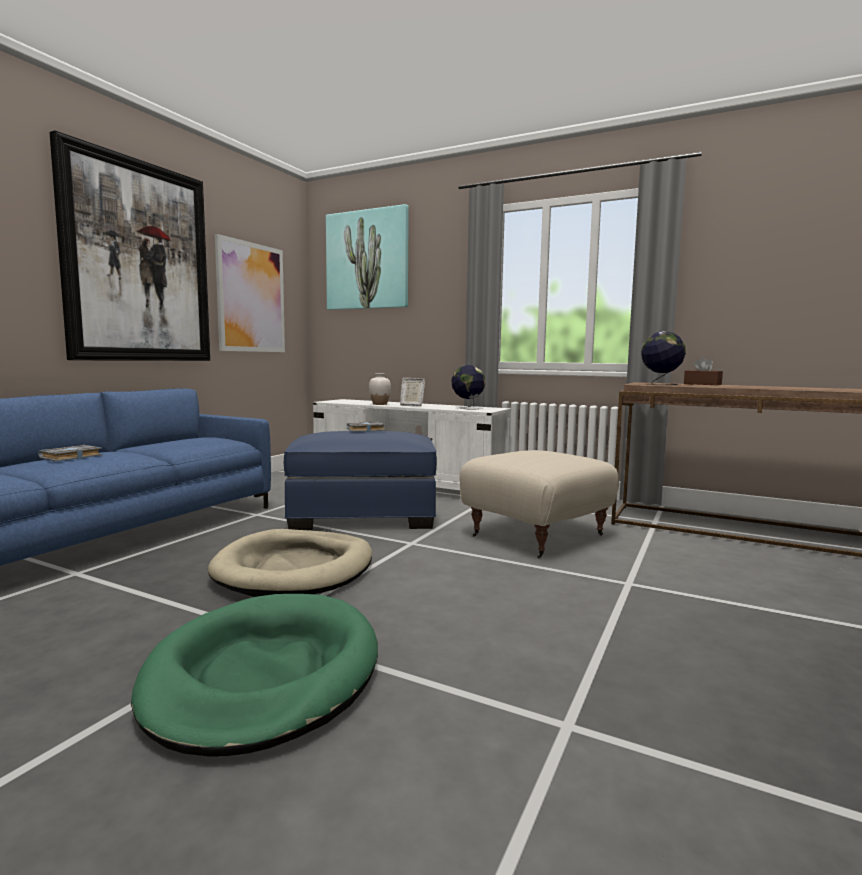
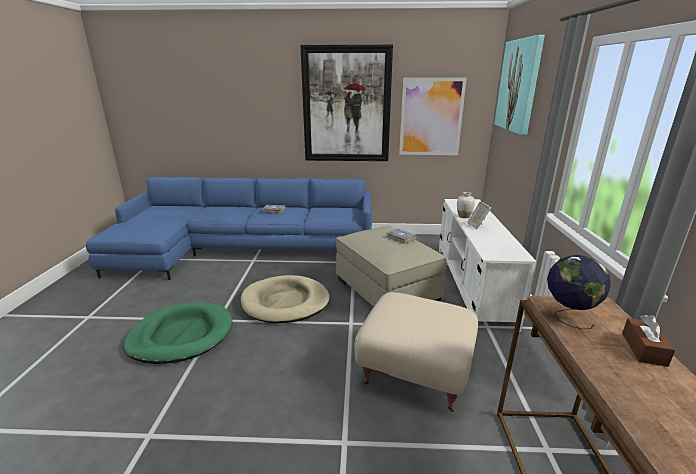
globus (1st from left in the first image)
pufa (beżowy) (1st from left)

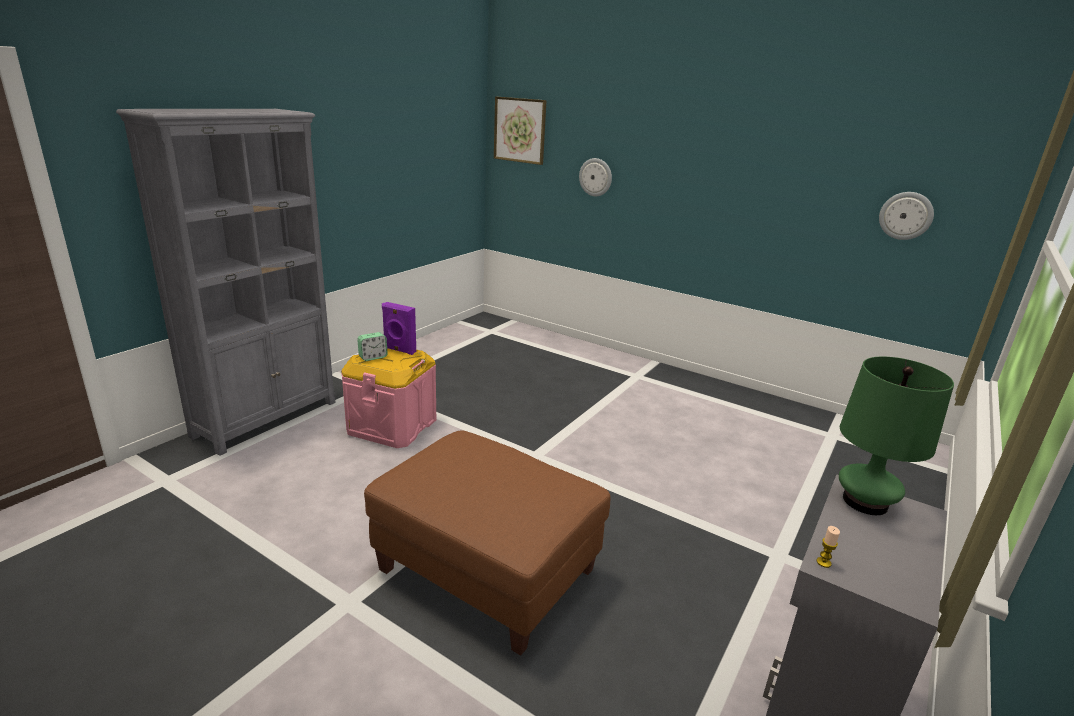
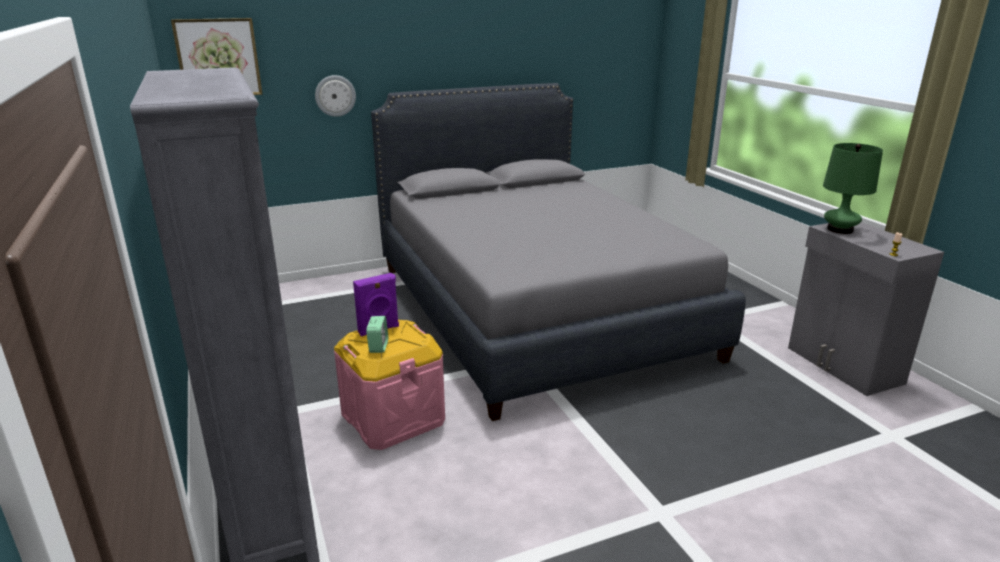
pufa (brązowy)
zegar ścienny (2nd from left in the first image)
łóżko (szary)

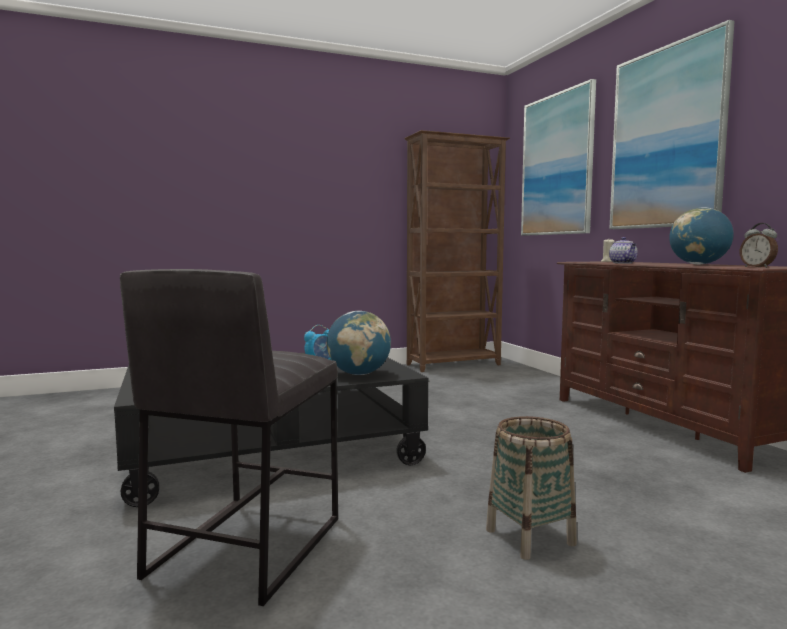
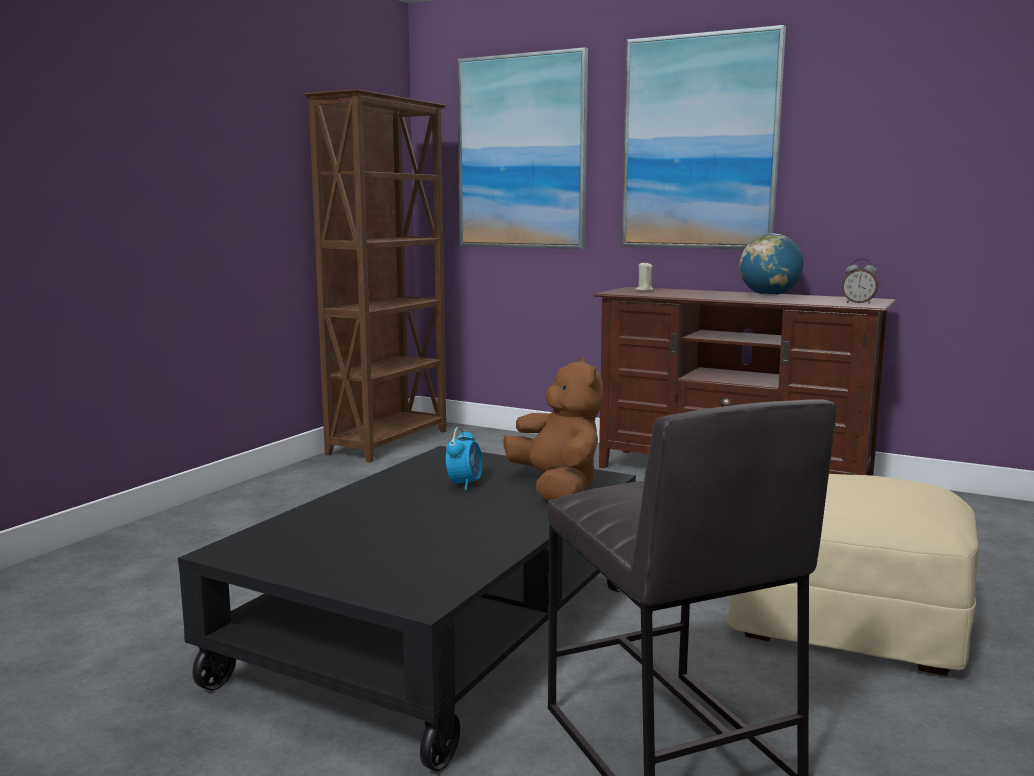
imbryk
pluszak (brązowy)
pufa (beżowy)

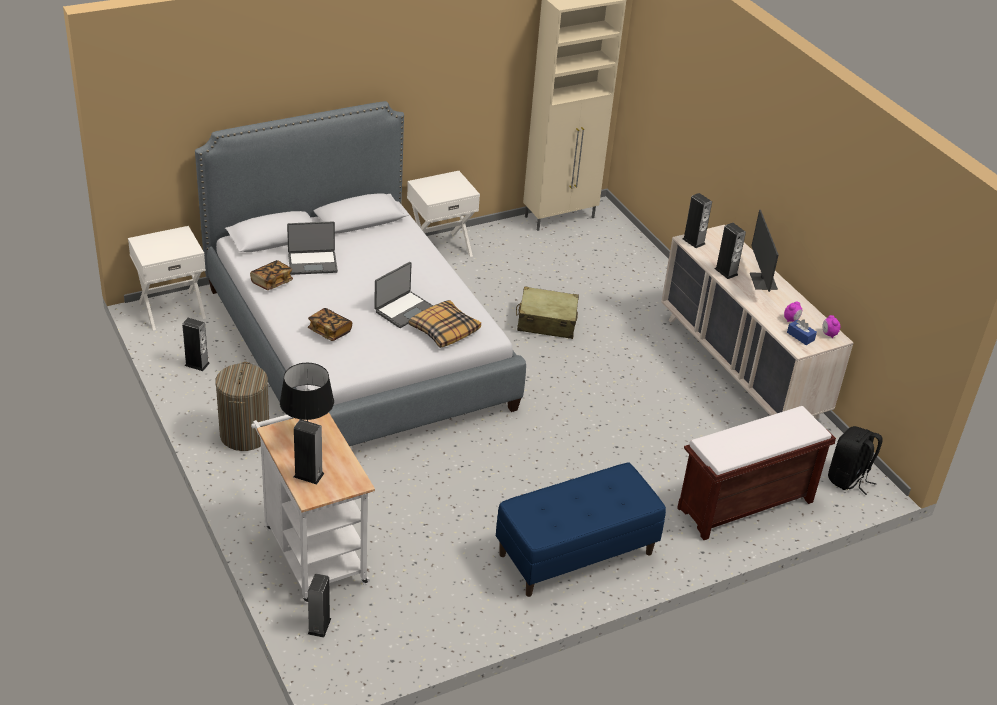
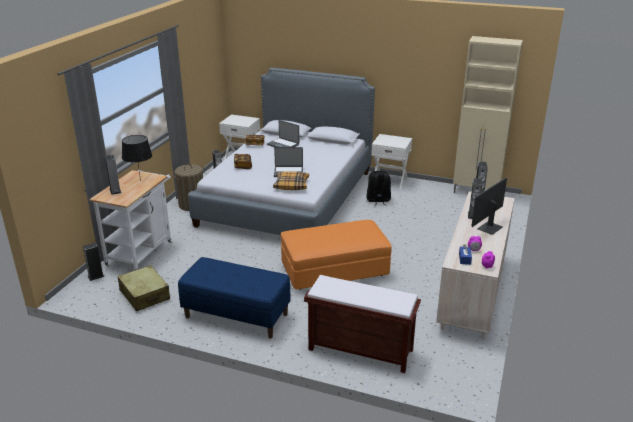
pufa (pomarańczowy)
walizka (beżowy)
plecak (czarny)

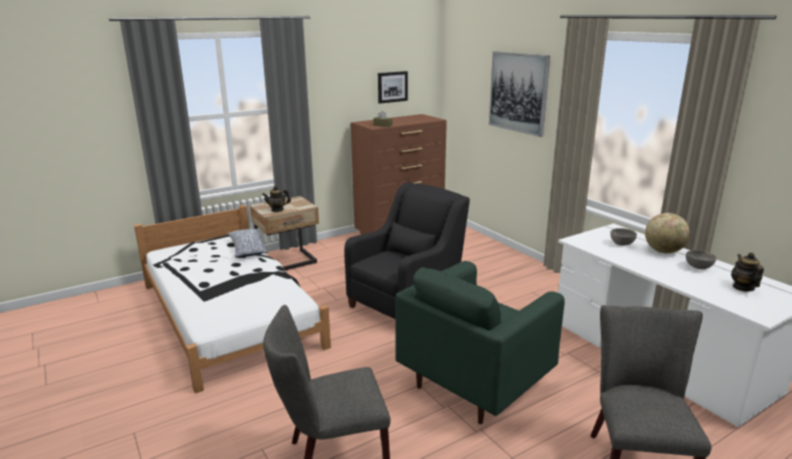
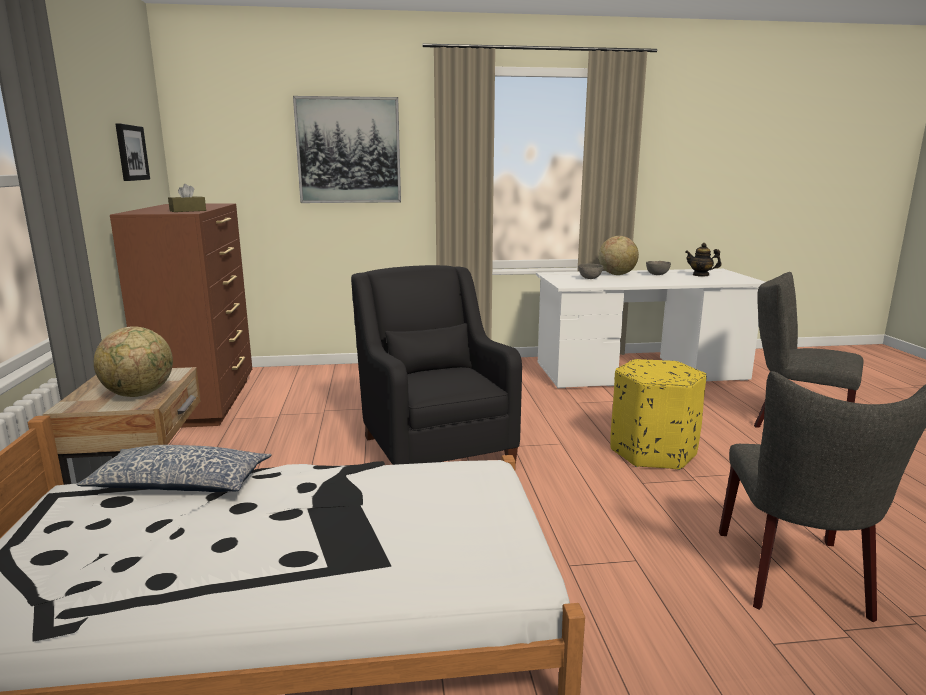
globus (1st from left)
pufa (żółty)

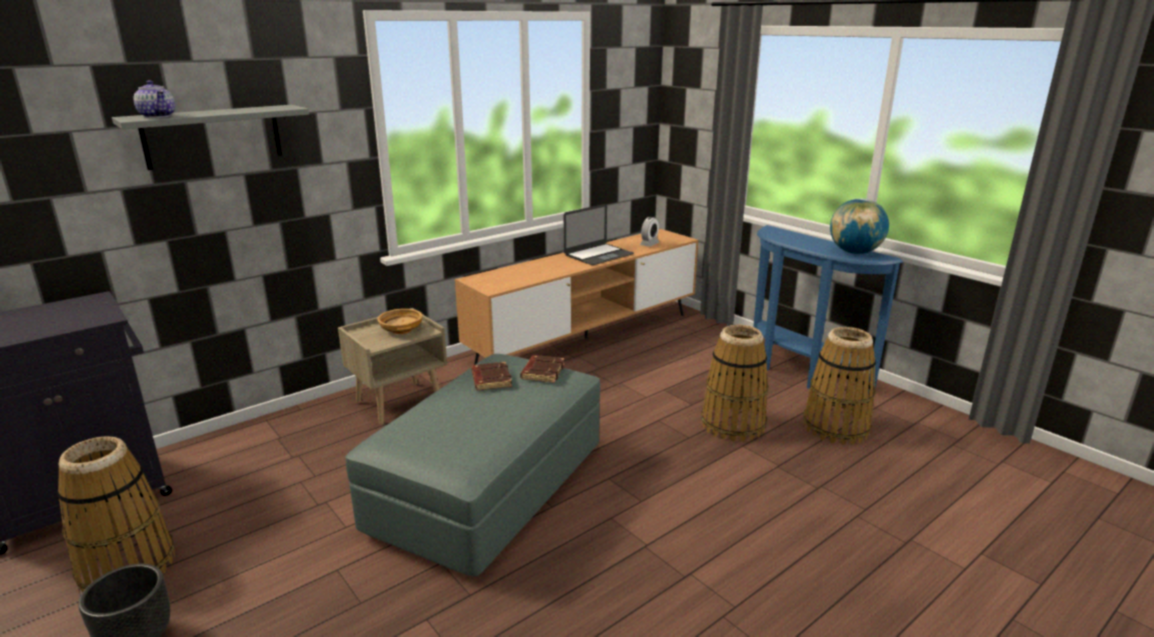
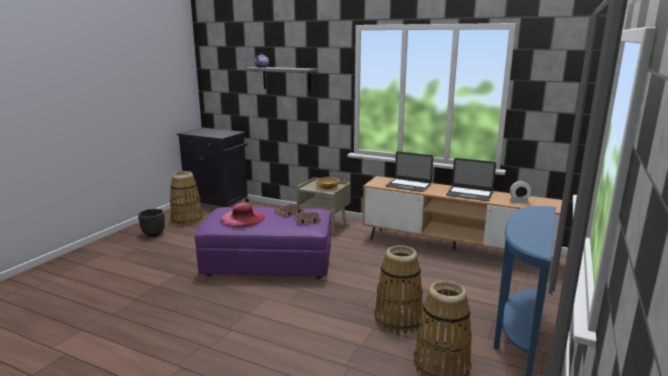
globus
kapelusz (różowy)
laptop (1st from left)
pufa (fioletowy)

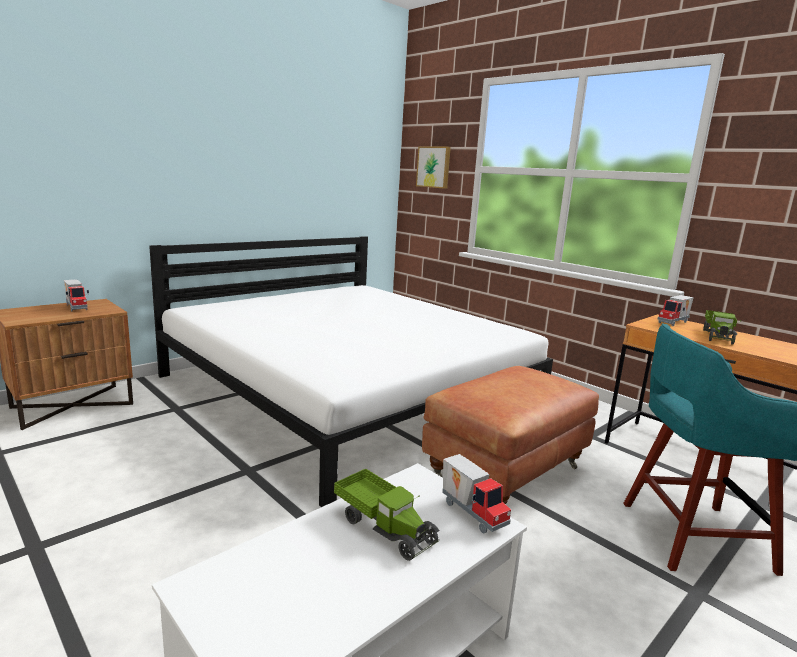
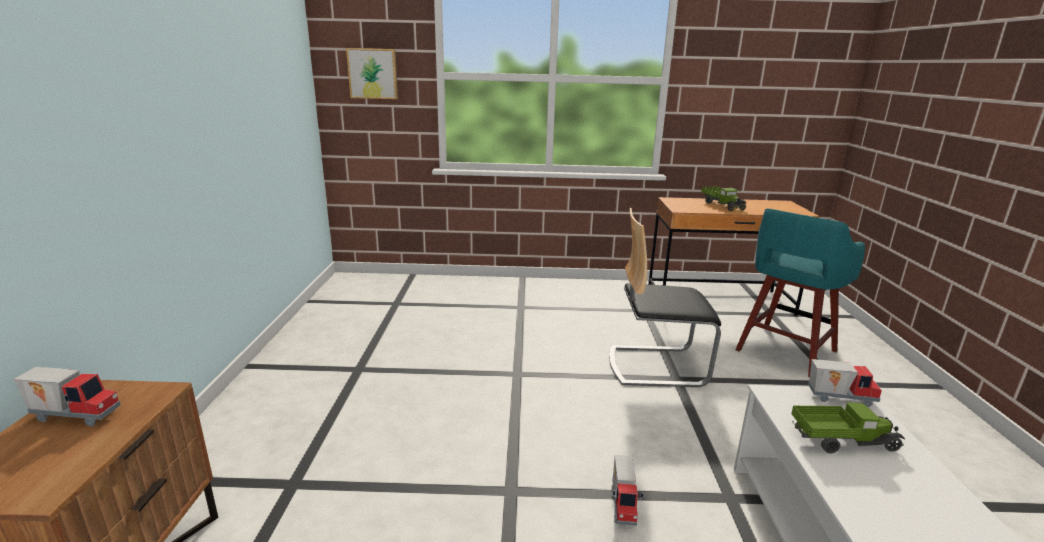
łóżko (biały)
ciężarówka zabawkowa (2nd from left)
krzesło

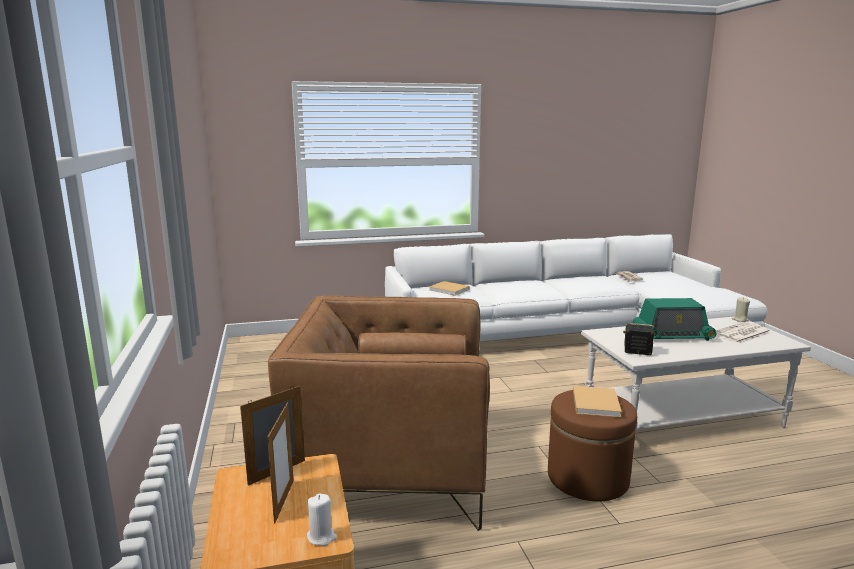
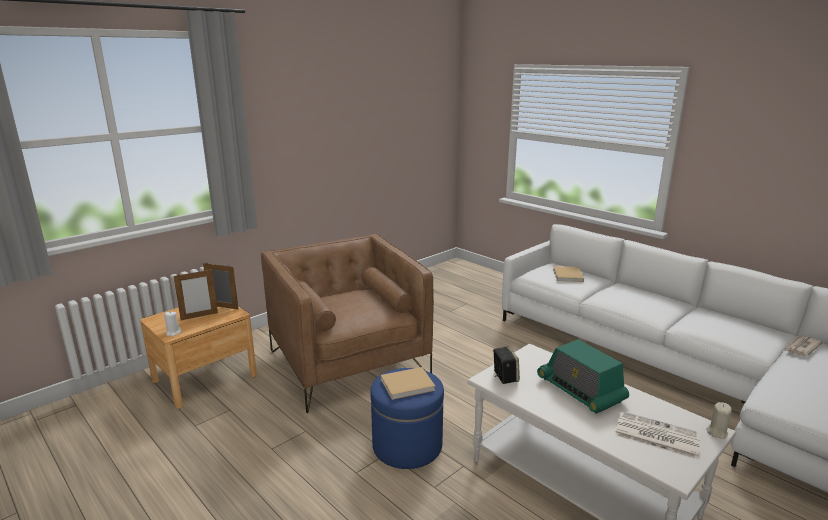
pufa (niebieski)

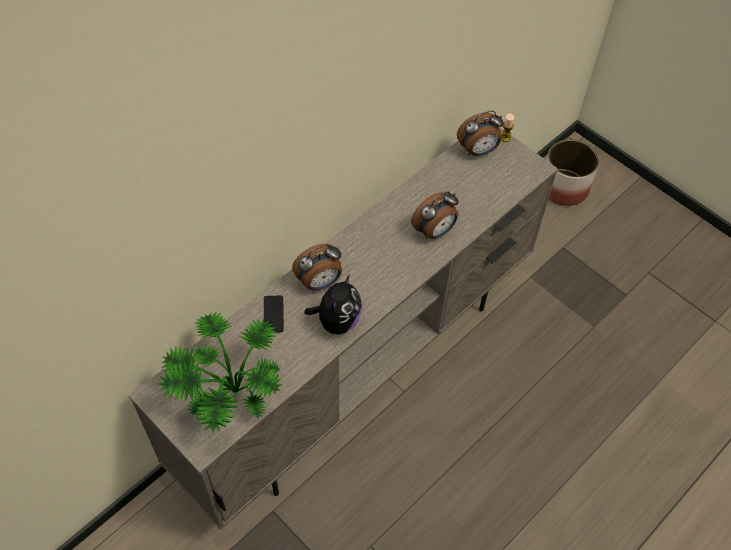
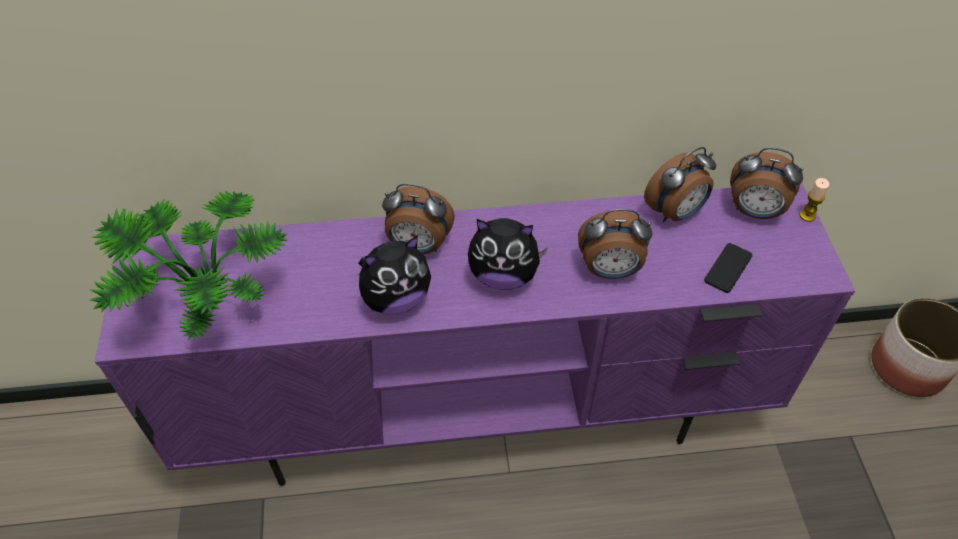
pluszak (2nd from left)
budzik (3rd from left)
telefon
szafka pod telewizor (fioletowy)

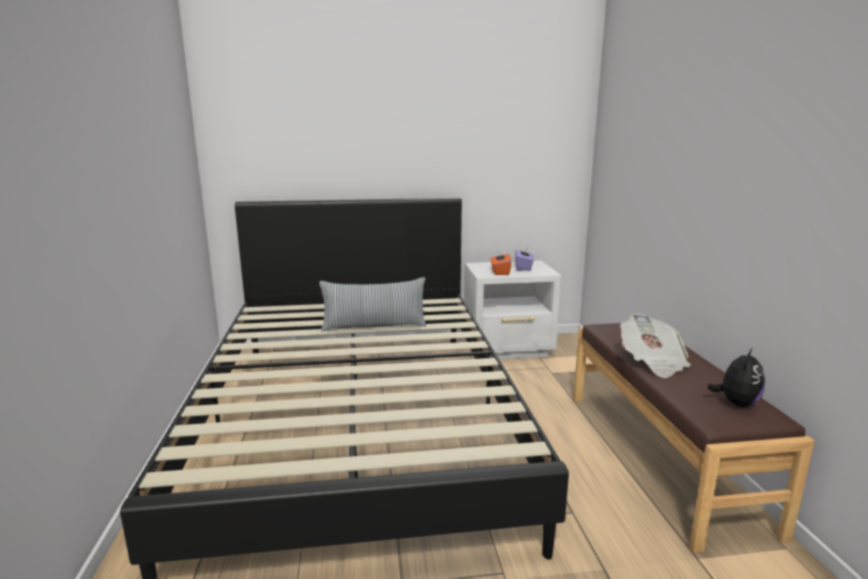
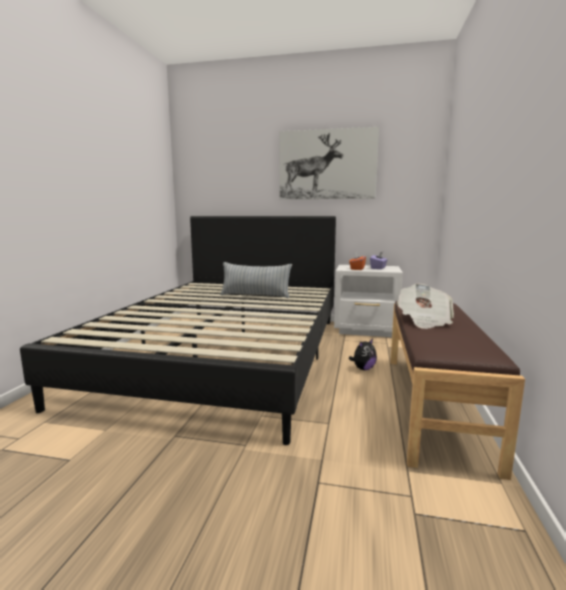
obraz
pluszak

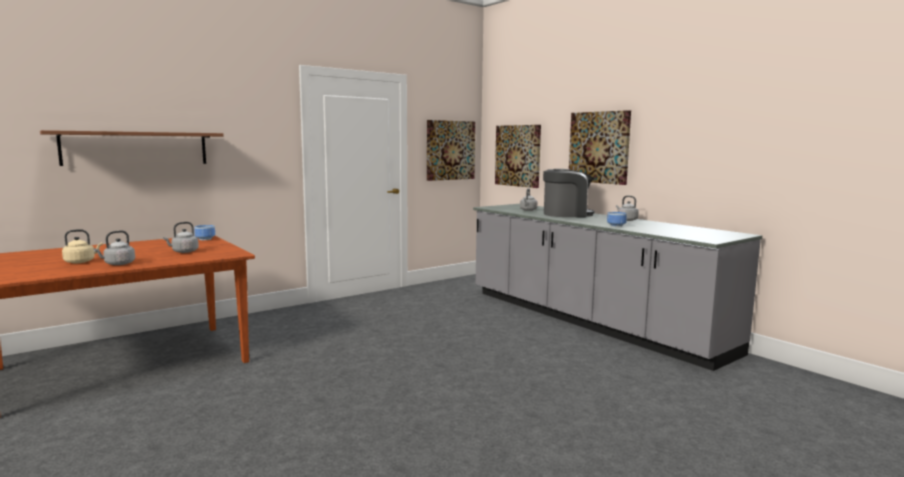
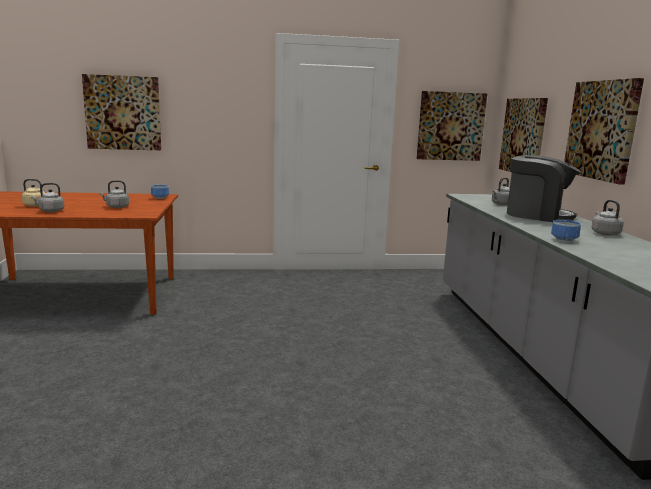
obraz (1st from left)

